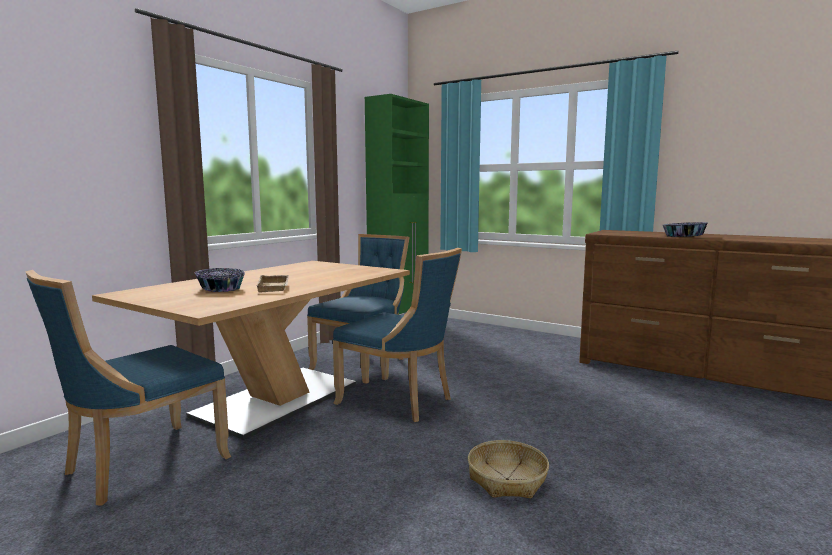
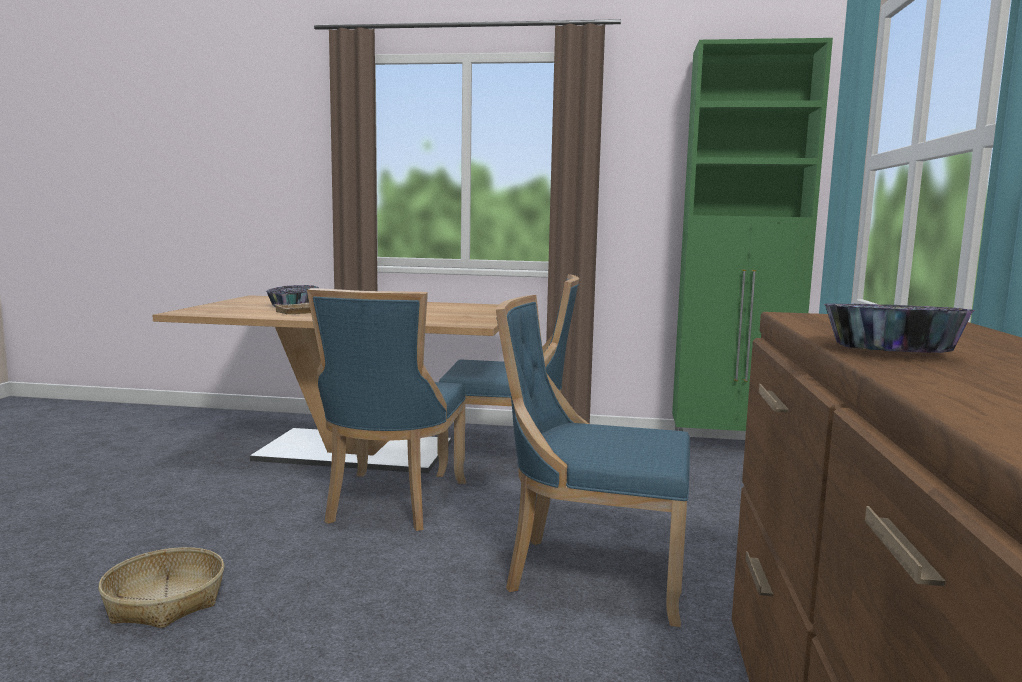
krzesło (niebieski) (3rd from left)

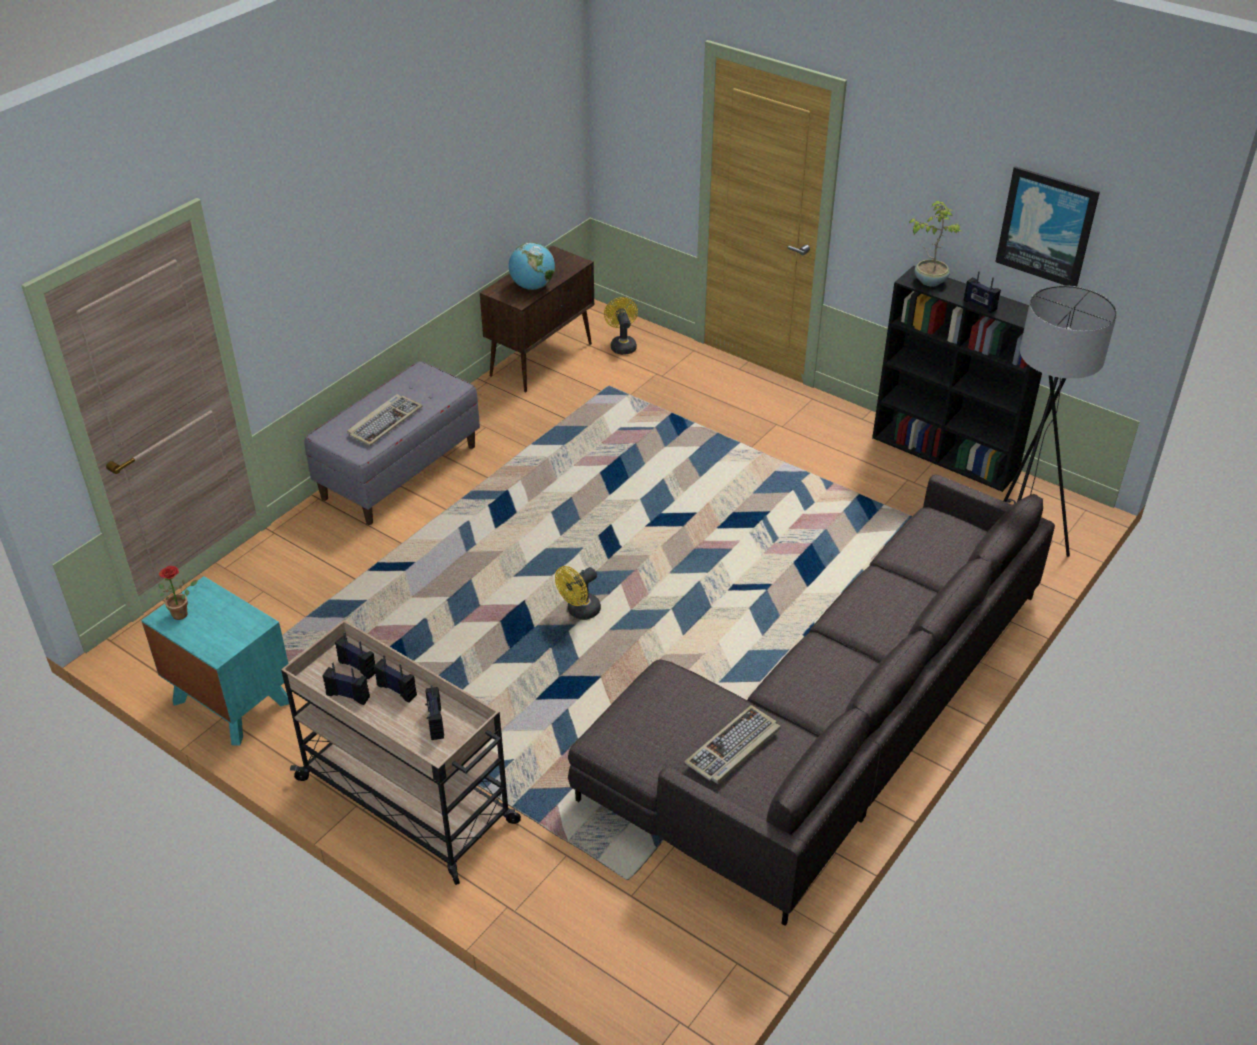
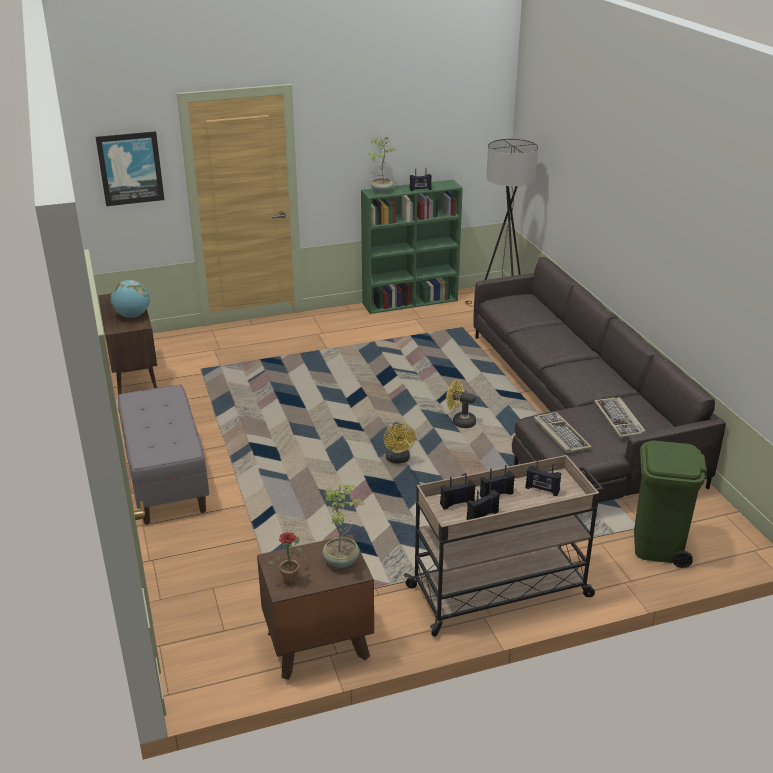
roślina doniczkowa (2nd from left)
kosz na śmieci (zielony)
klawiatura (1st from left)
wentylator (żółty) (2nd from left)
obraz
szafka nocna (brązowy)
regał (zielony)

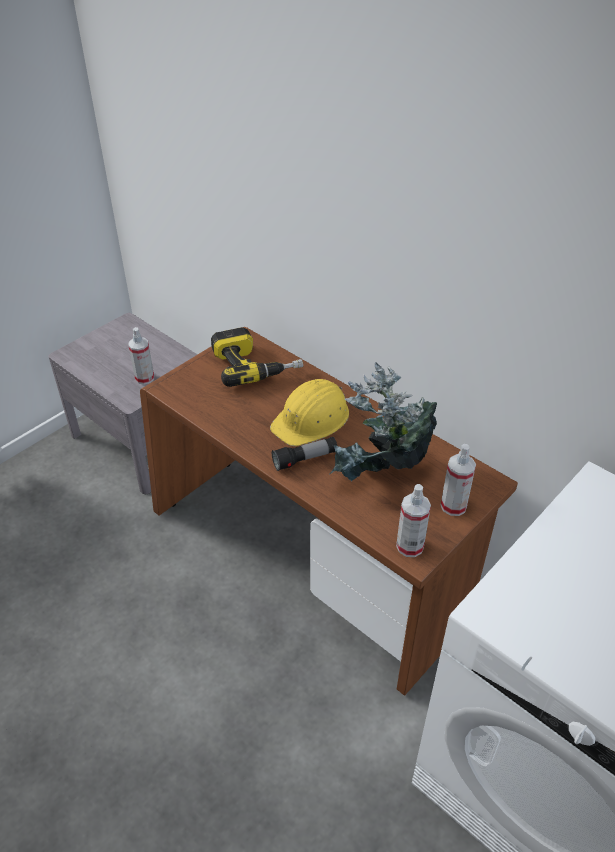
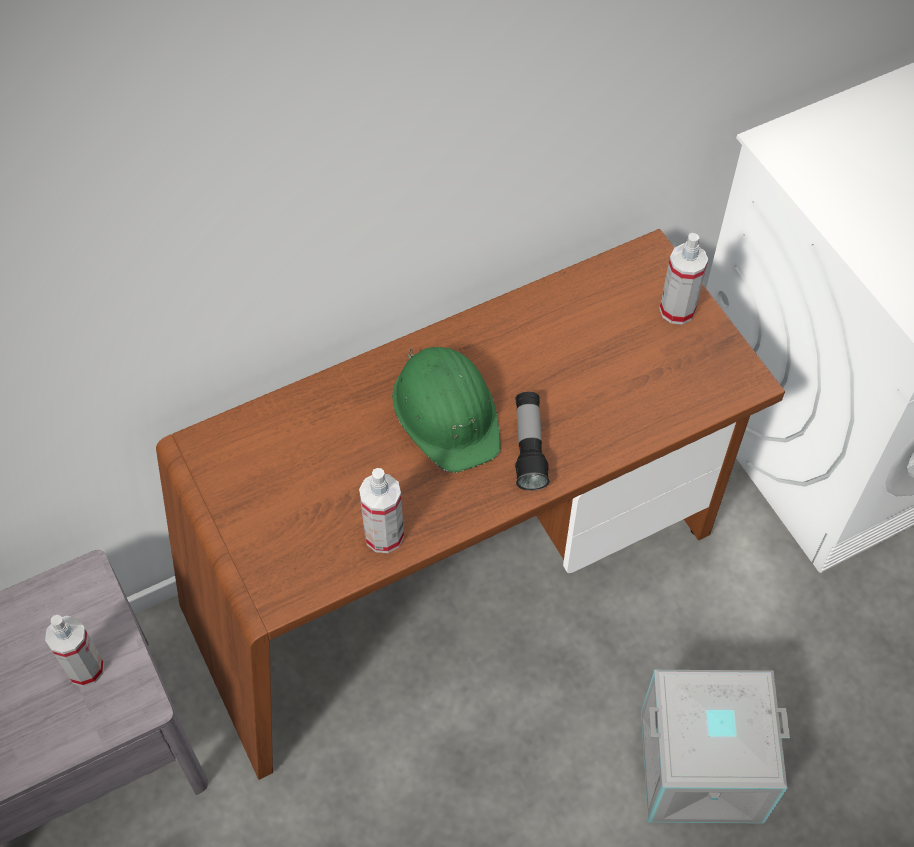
wiertarka
roślina doniczkowa
pojemnik do przechowywania (szary)
spryskiwacz (2nd from left)
kask (zielony)

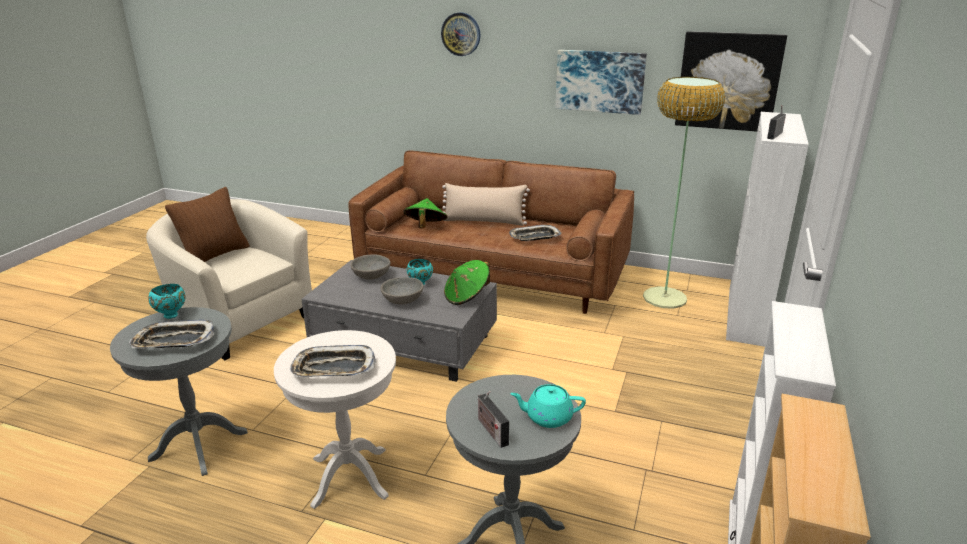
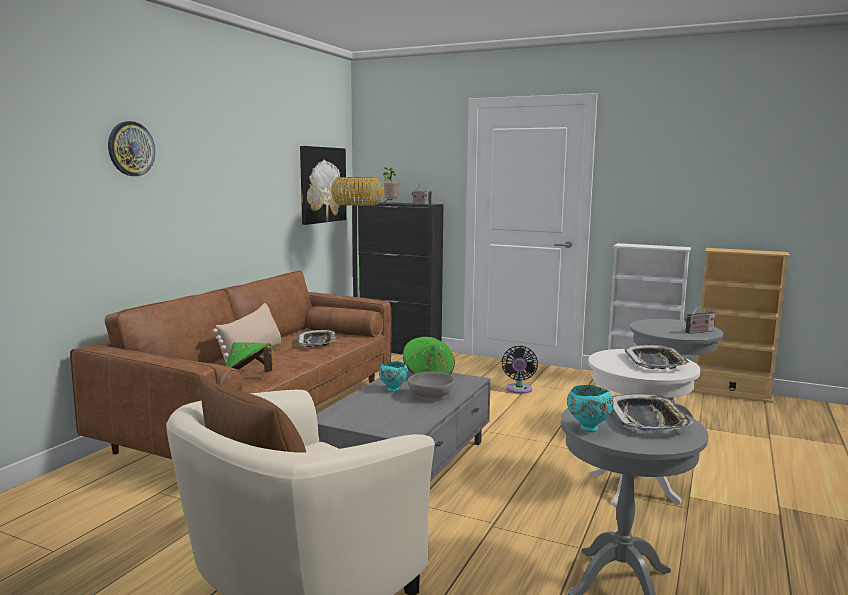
miska (szary) (1st from left in the first image)
imbryk (turkusowy)
obraz (1st from left in the first image)
roślina doniczkowa
wentylator (czarny)
szafka (czarny)

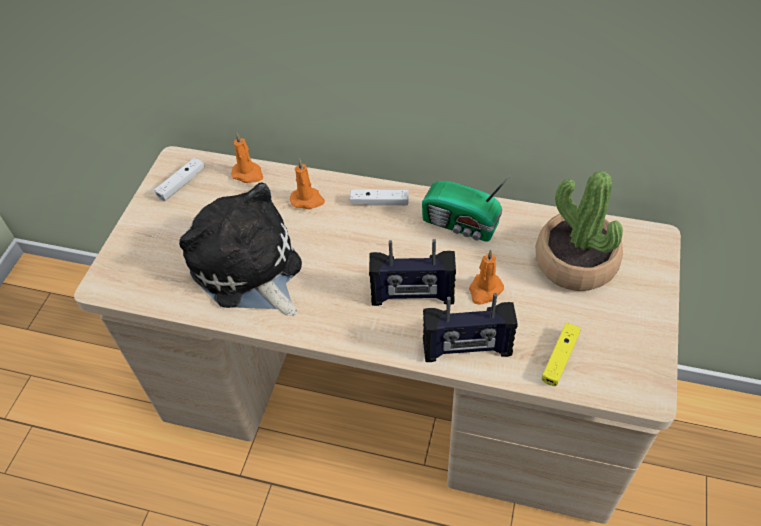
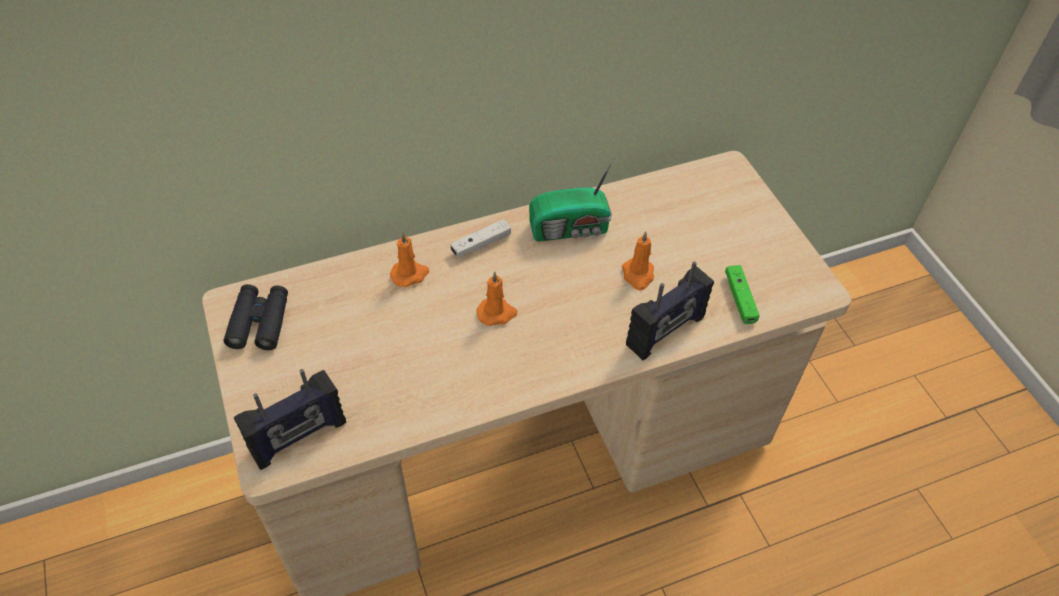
pluszak
roślina doniczkowa
świeca (pomarańczowy) (2nd from left)
radio (1st from left)
lornetka (czarny)
pad do gier (zielony)

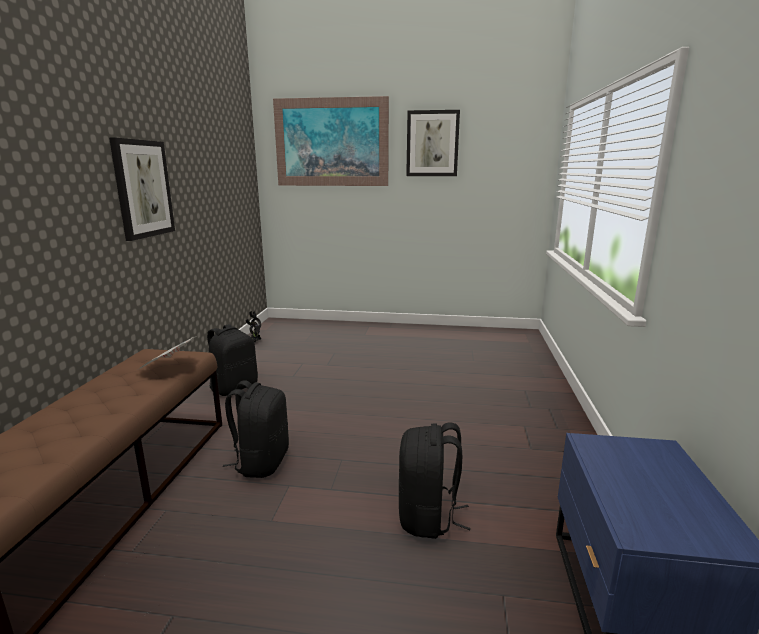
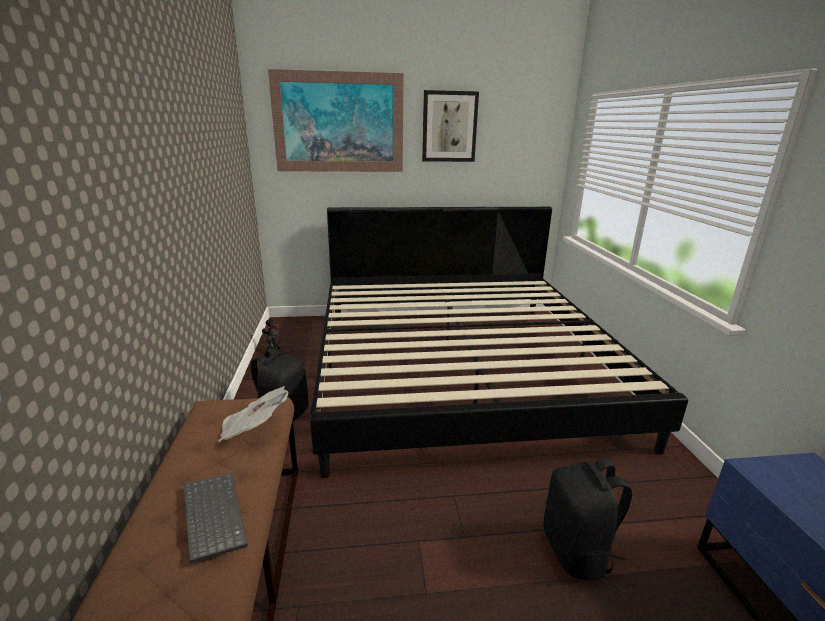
obraz (1st from left in the first image)
plecak (czarny) (2nd from left in the first image)
klawiatura
łóżko

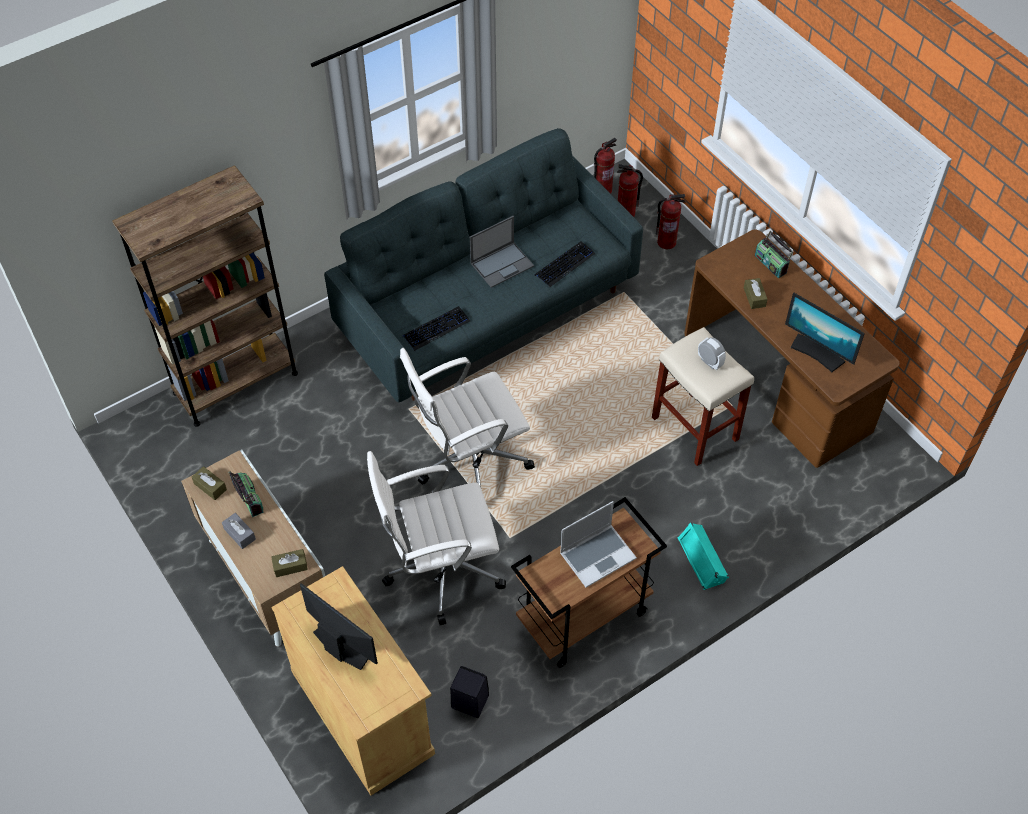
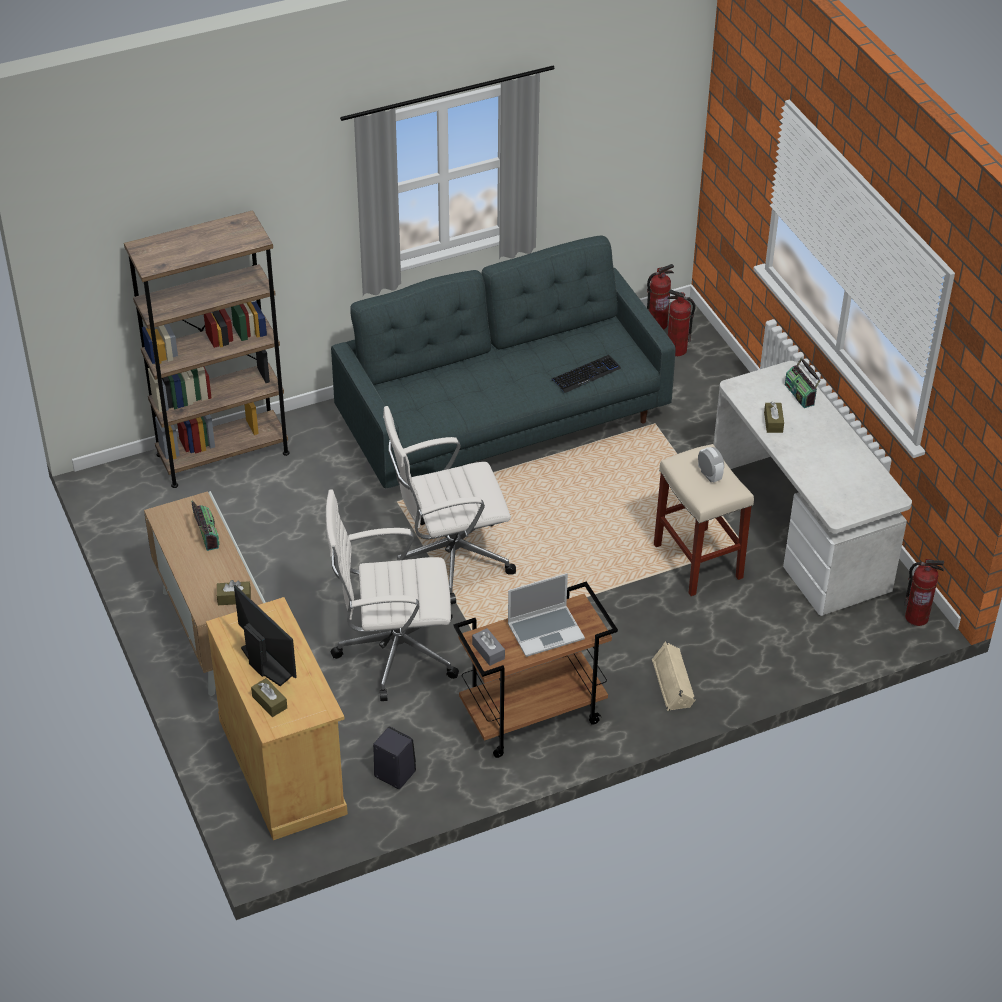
klawiatura (1st from left in the first image)
laptop (1st from left in the first image)
monitor (2nd from left in the first image)
pudełko chusteczek (brązowy) (2nd from left)
pudełko chusteczek (szary)
gaśnica (3rd from left)
głośnik (beżowy)
biurko (biały)

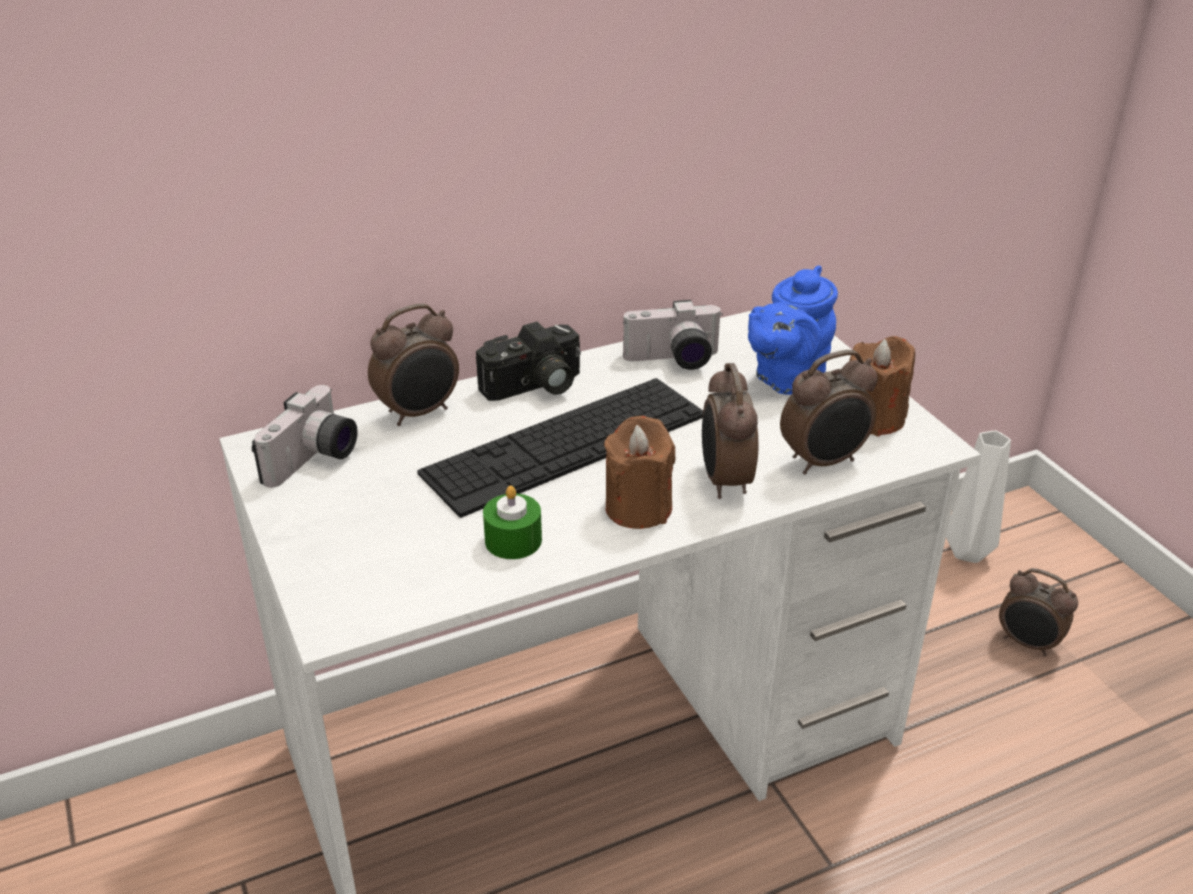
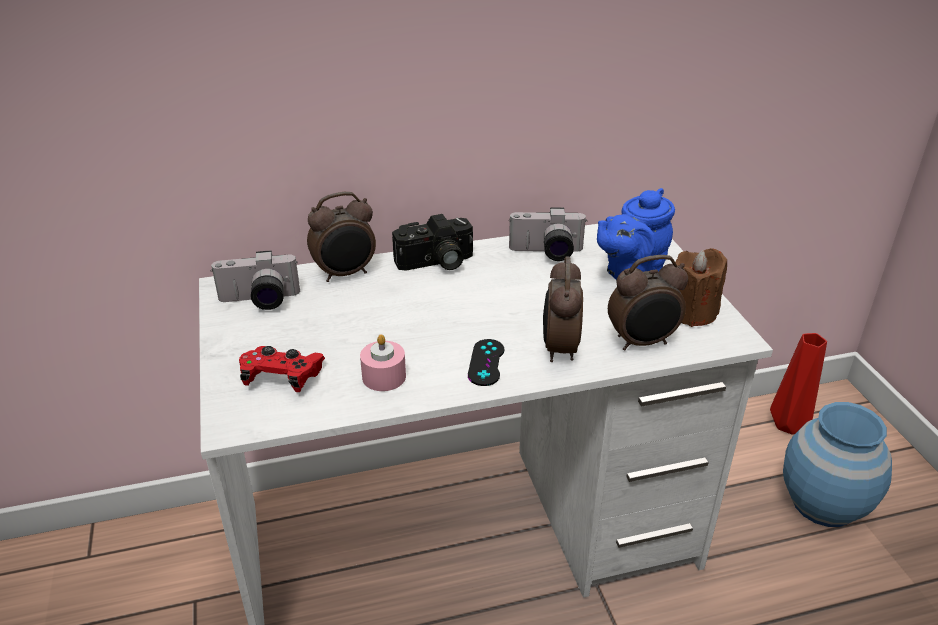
klawiatura
pad do gier (czerwony)
pad do gier (czarny)
wazon (niebieski)
świeca (różowy)
wazon (czerwony)
aparat fotograficzny (1st from left)

